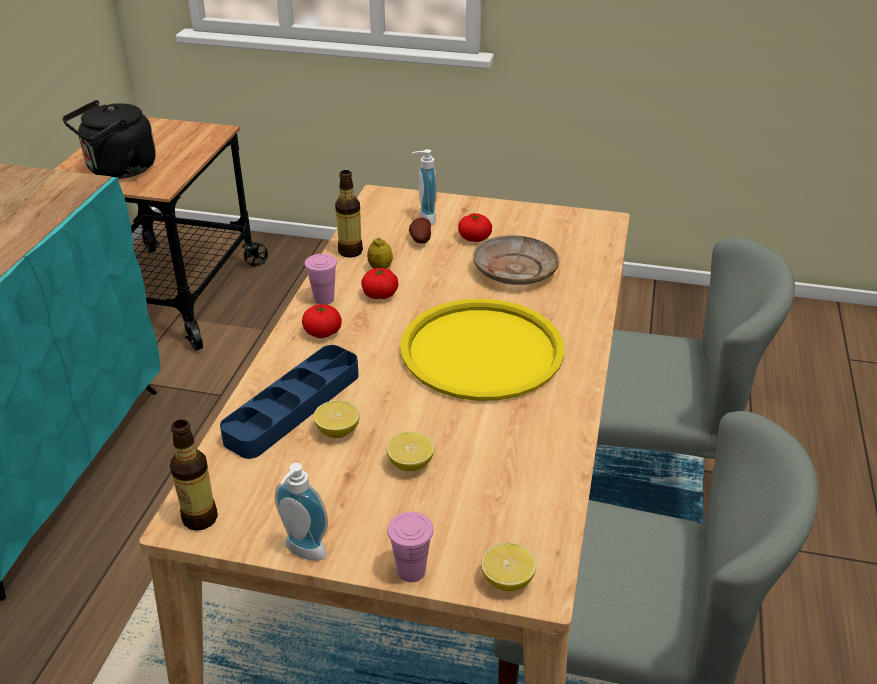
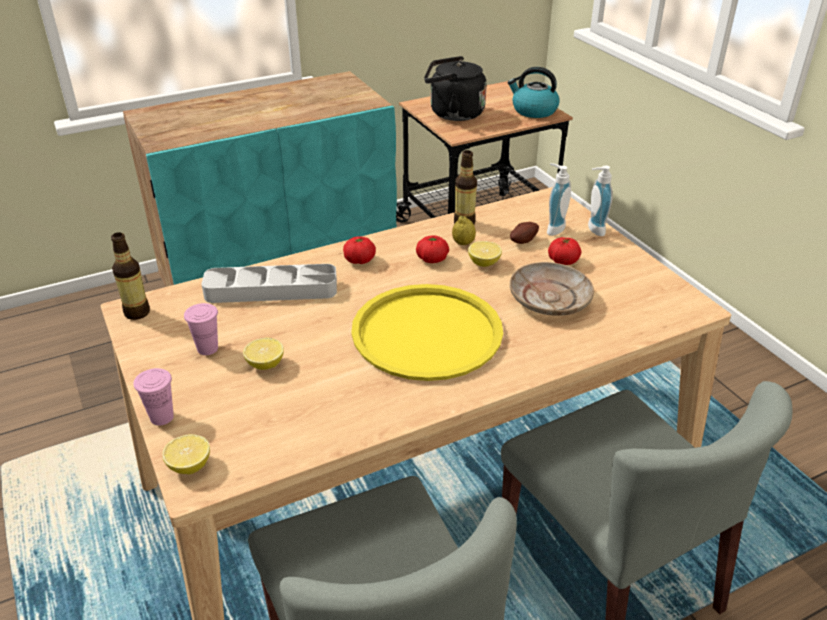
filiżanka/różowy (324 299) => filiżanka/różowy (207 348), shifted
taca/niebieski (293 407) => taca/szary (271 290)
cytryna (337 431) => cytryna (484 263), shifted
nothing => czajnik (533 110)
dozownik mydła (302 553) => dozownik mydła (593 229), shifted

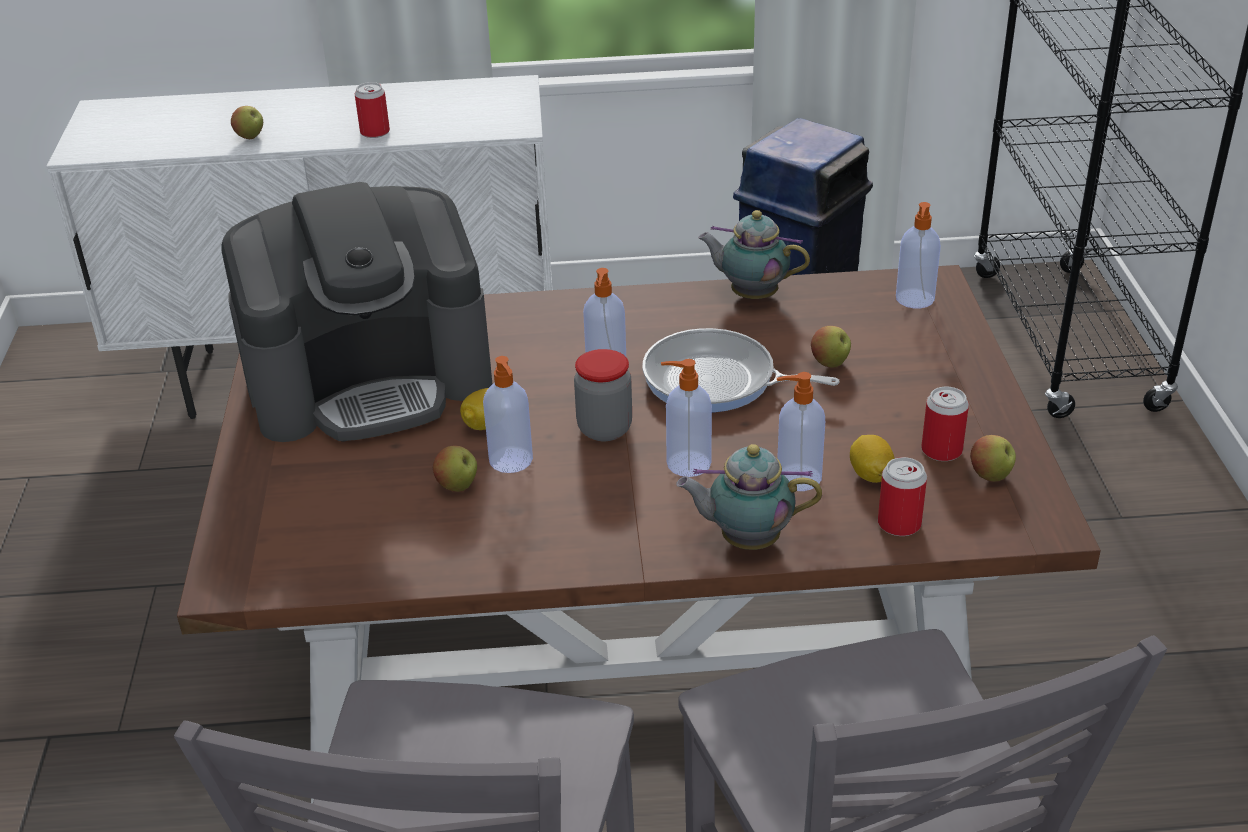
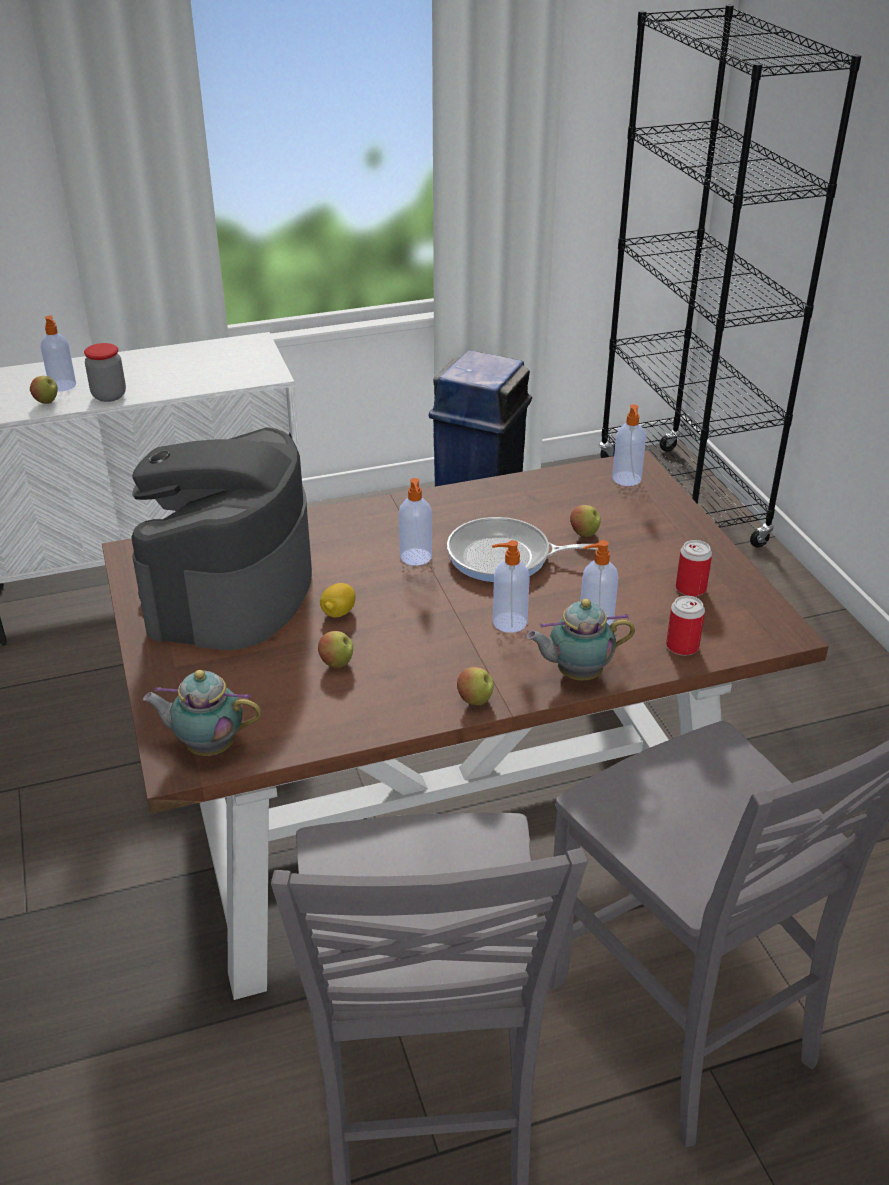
dozownik mydła (511 461) => dozownik mydła (63 386), shifted
słoik (604 429) => słoik (109 395), shifted
ekspres do kawy (370 380) => ekspres do kawy (229 589), 135 degrees clockwise
imbryk (751 295) => imbryk (207 746), shifted
jabłko (990 476) => jabłko (475 700), shifted
puszka (375 132) => nothing
cytryna (870 475) => nothing

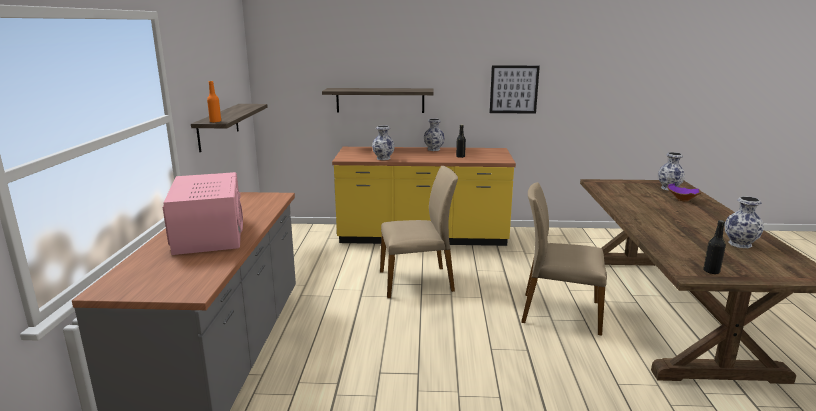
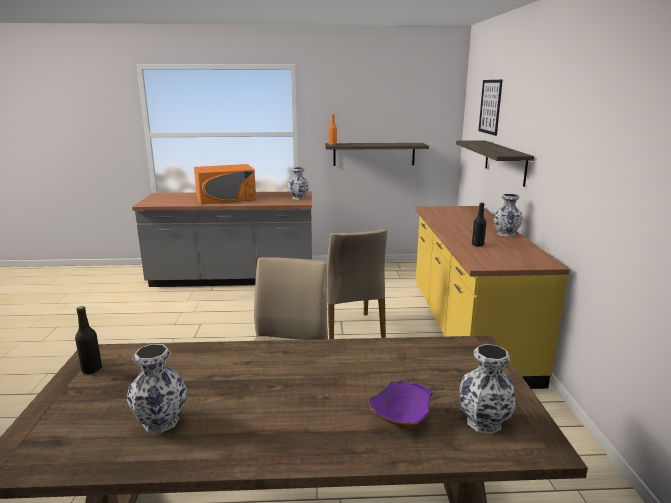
mikrofalówka/różowy (209 234) => mikrofalówka/pomarańczowy (226 198)
wazon (383 158) => wazon (298 198), shifted
obraz (514 89) => obraz (490 107), shifted

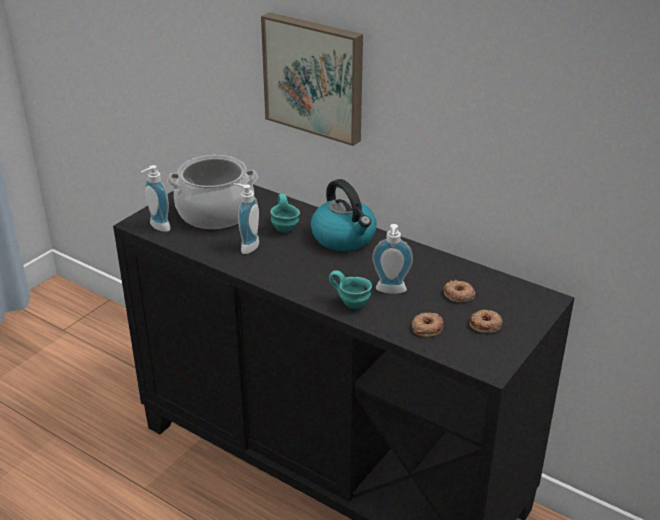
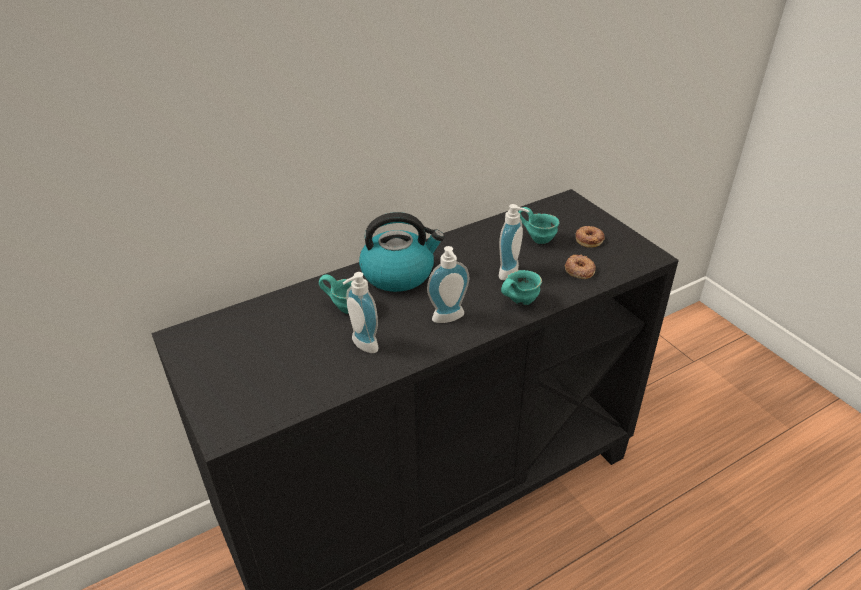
dozownik mydła (157 227) => dozownik mydła (449 319), shifted
donut (458 294) => kubek/turkusowy (538 239)
garnek (215 213) => nothing
obraz (315 77) => nothing

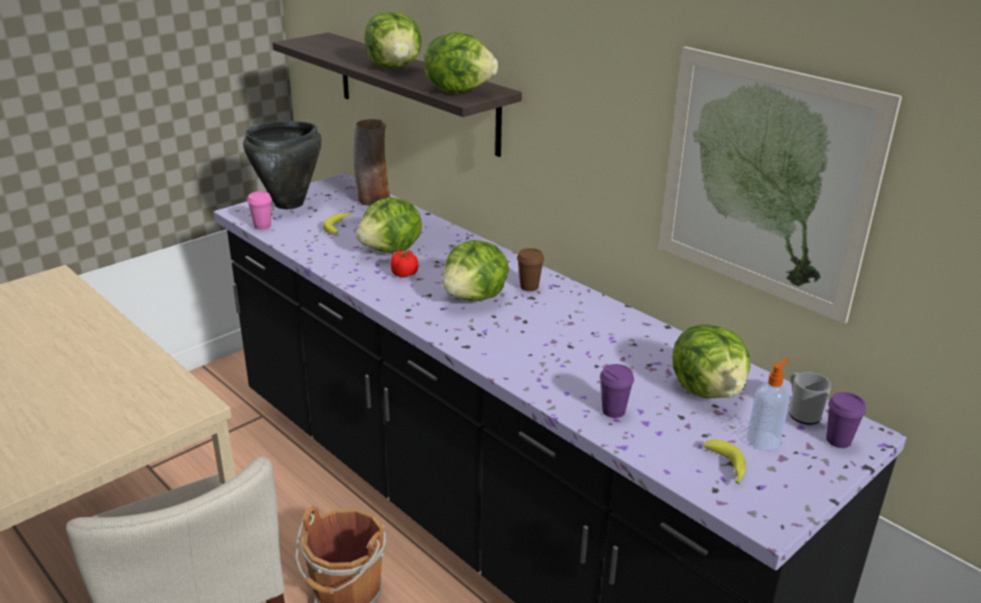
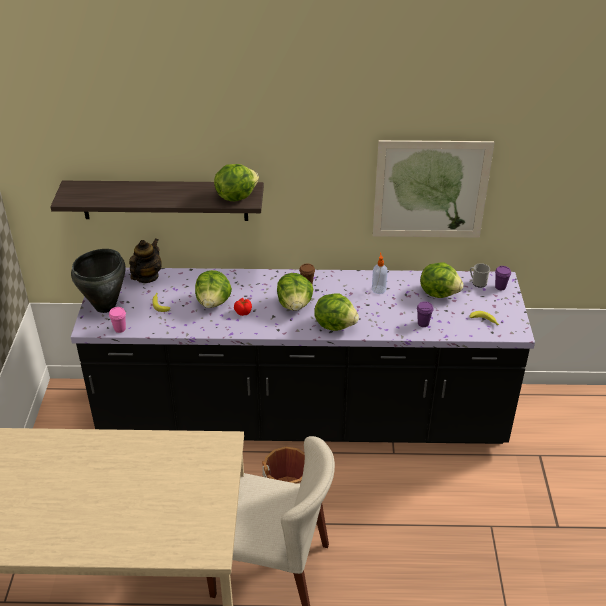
wazon (373 200) => imbryk (147 277)
sałata (395 67) => sałata (335 324), shifted
dozownik mydła (764 440) => dozownik mydła (378 289), shifted

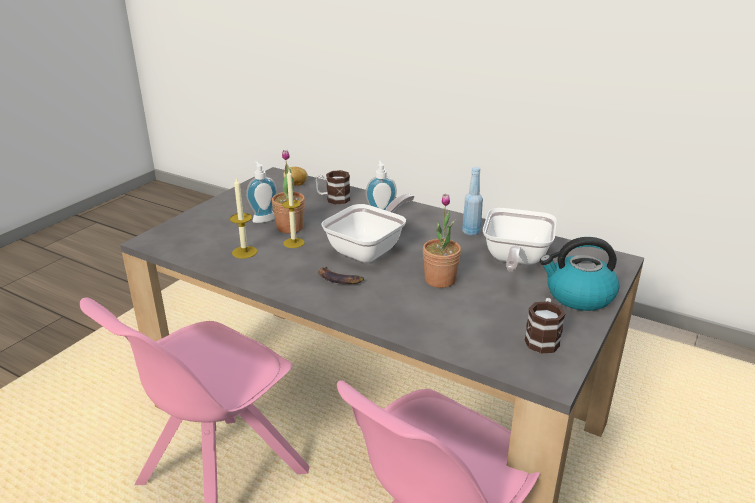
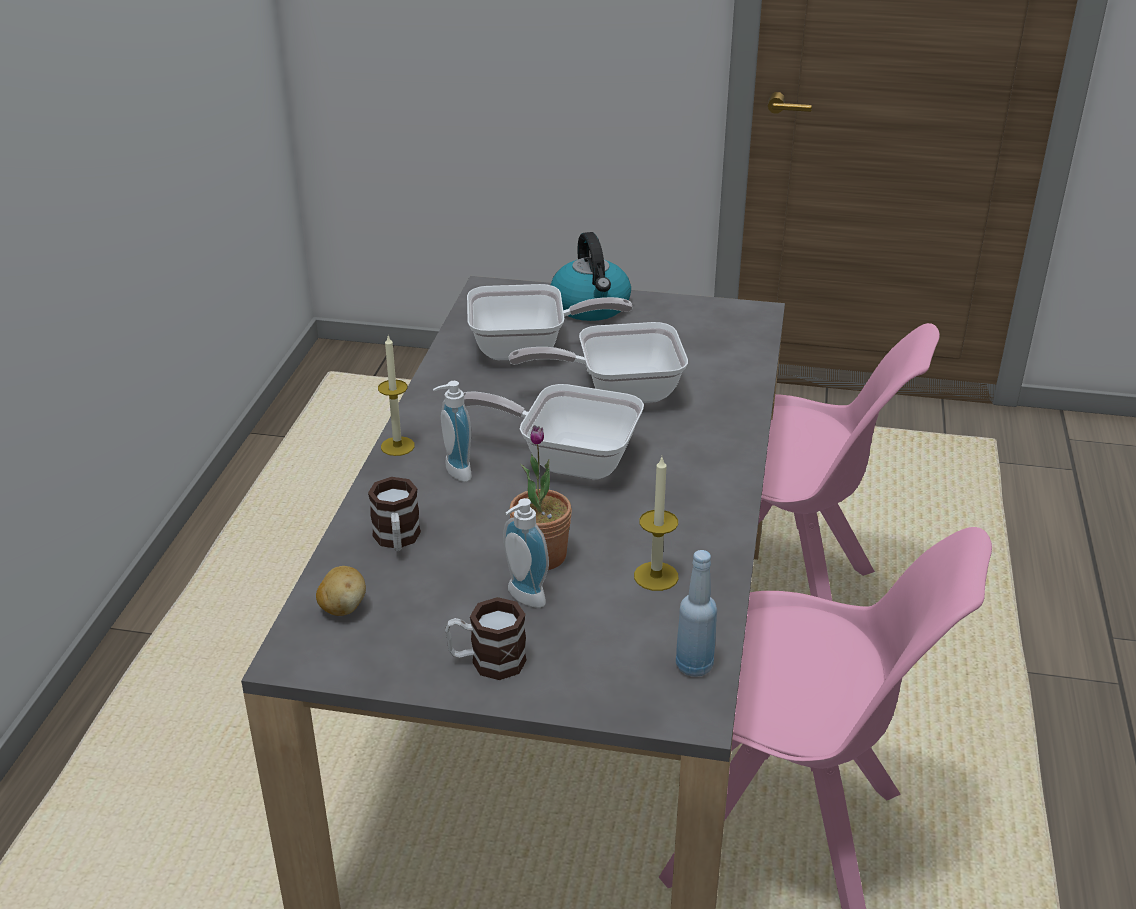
świeca (294 243) => świeca (397 446), shifted
kubek (542 338) => kubek (487 661), shifted
roślina doniczkowa (440 280) => patelnia (617 391)
butelka/niebieski (471 232) => butelka/niebieski (694 666), shifted
banan (339 279) => nothing

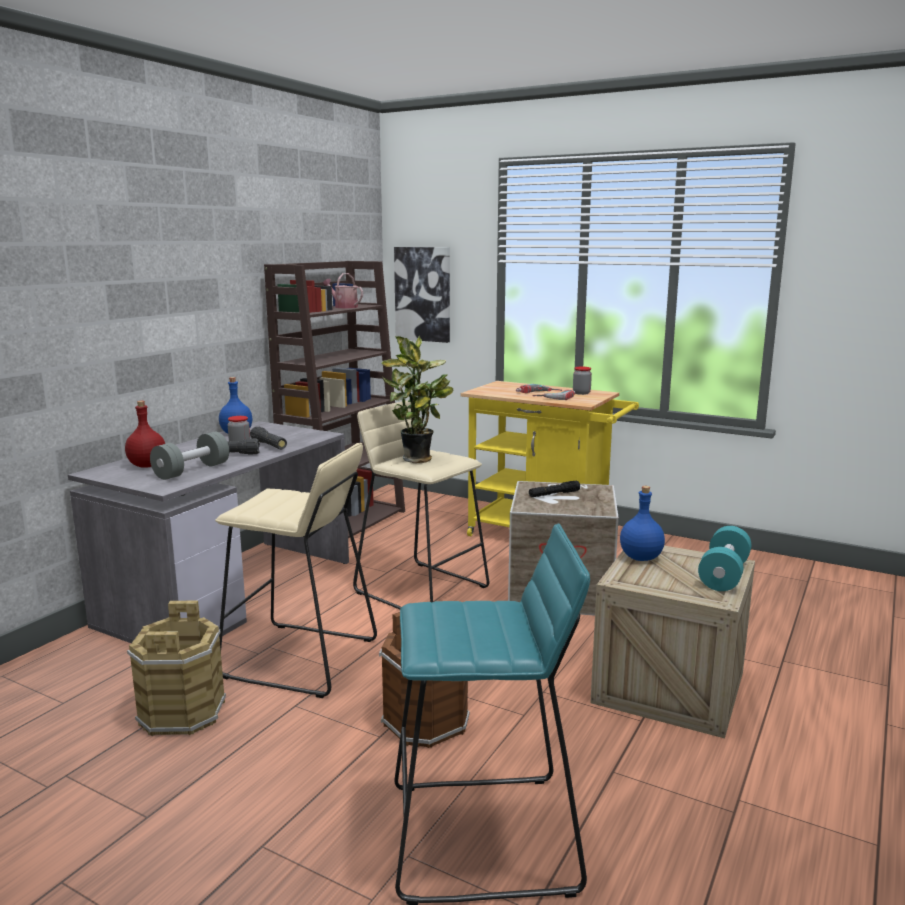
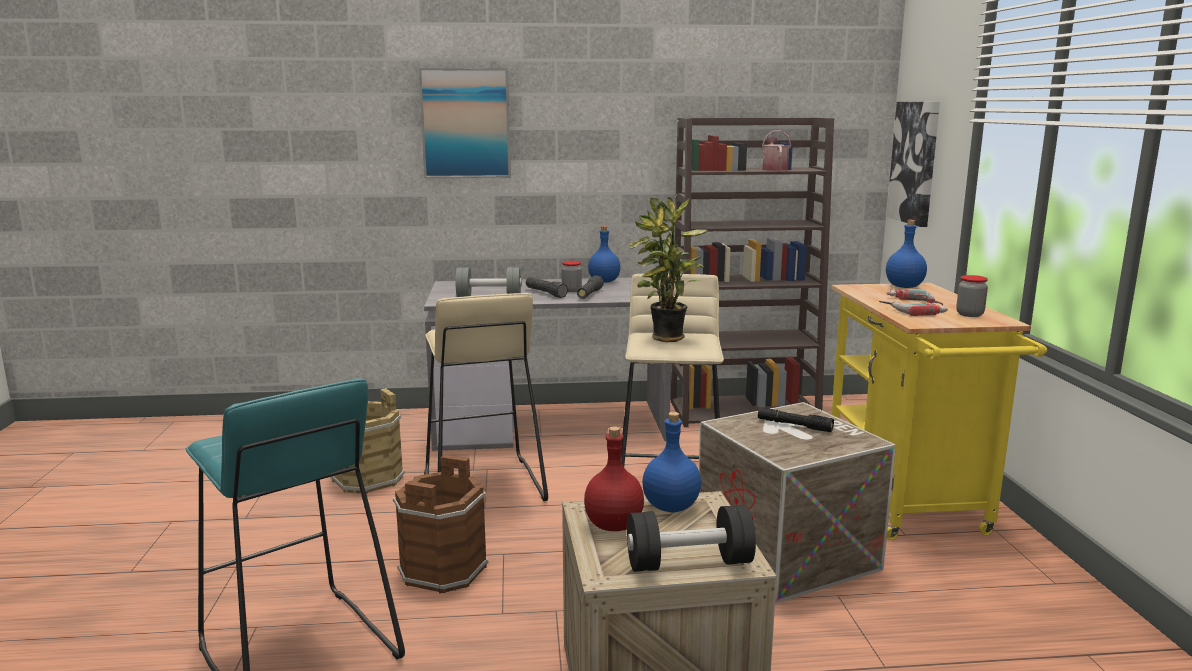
nothing => obraz (465 123)
butelka/czerwony (147 466) => butelka/czerwony (613 526), shifted
hantel/turkusowy (723 575) => hantel/czarny (688 563)
nothing => butelka/niebieski (905 287)

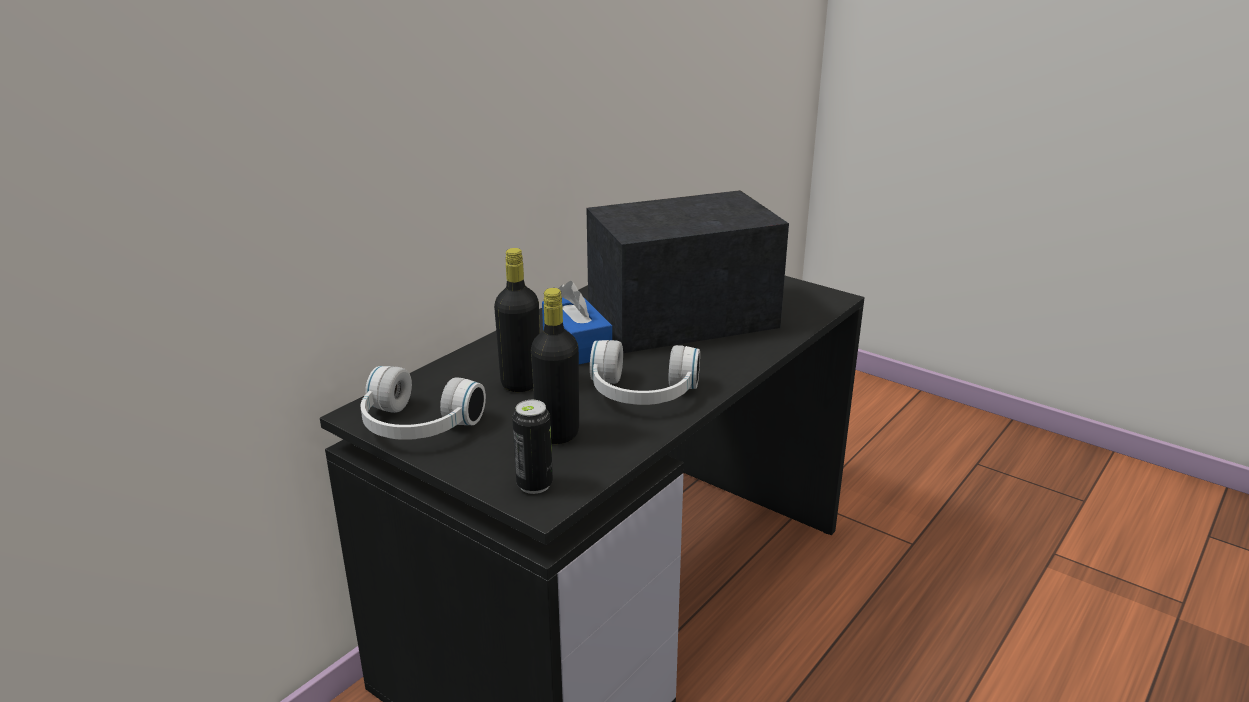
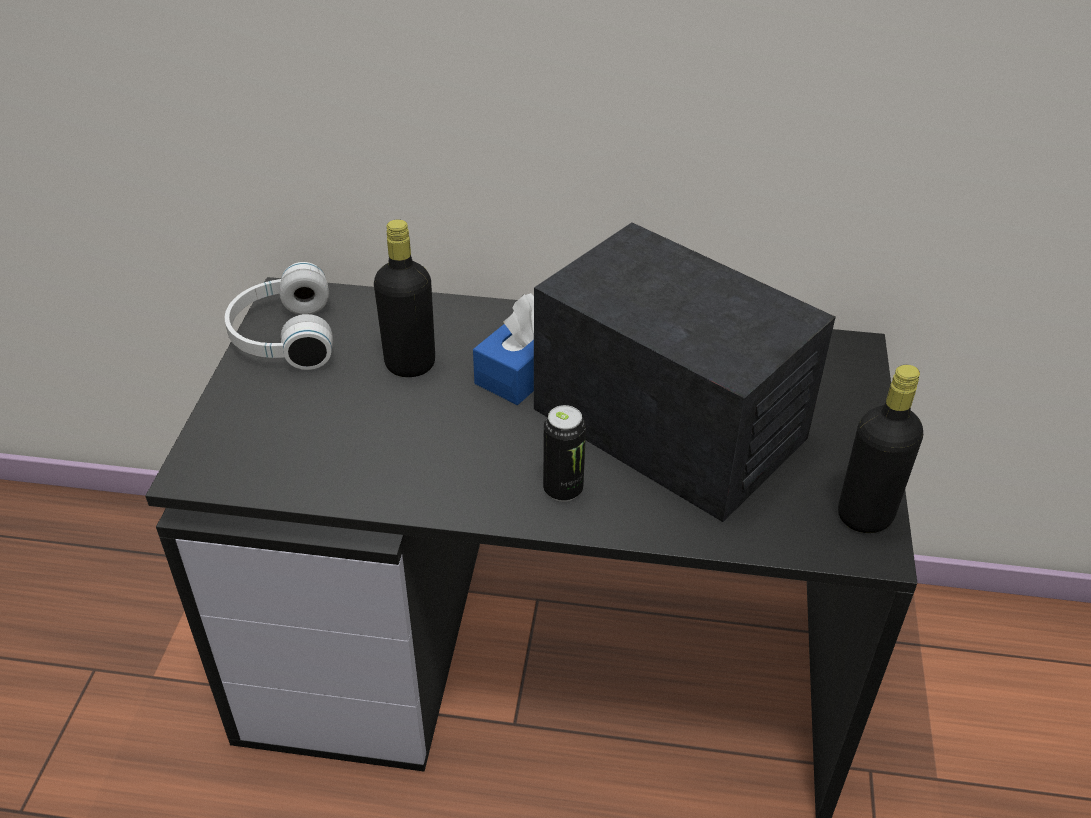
puszka (534 485) => puszka (563 490), shifted
butelka/czarny (557 433) => butelka/czarny (865 516), shifted
słuchawki/biały (641 395) => nothing

